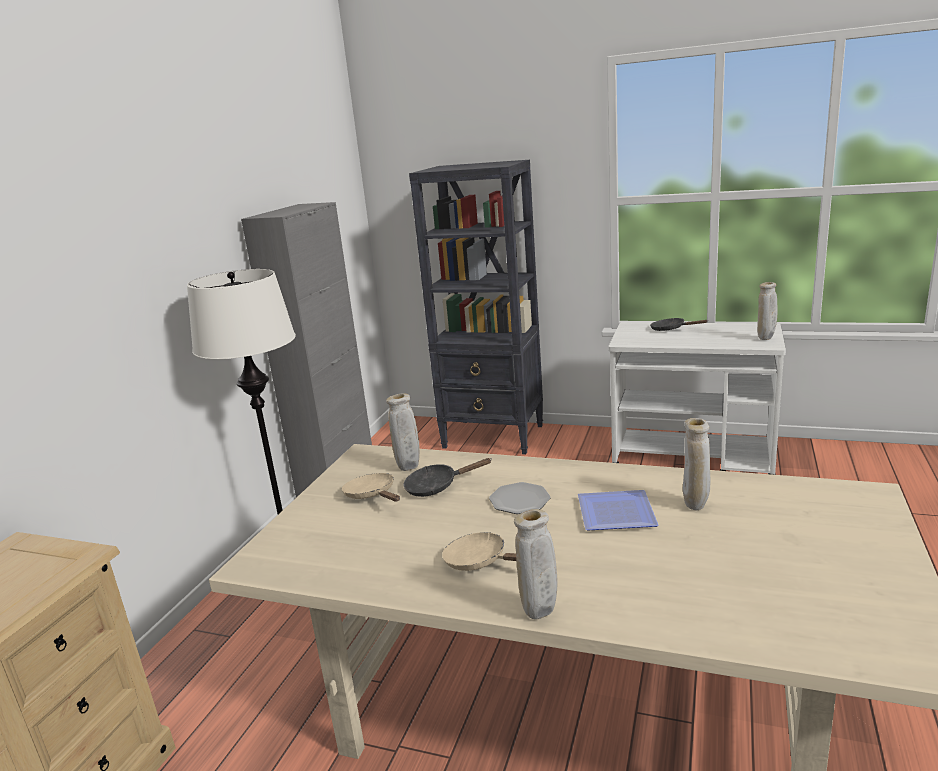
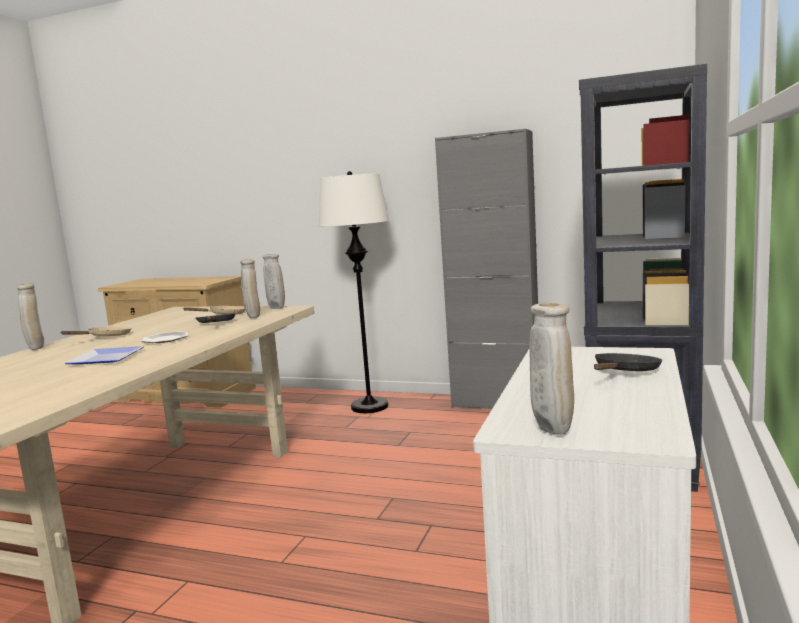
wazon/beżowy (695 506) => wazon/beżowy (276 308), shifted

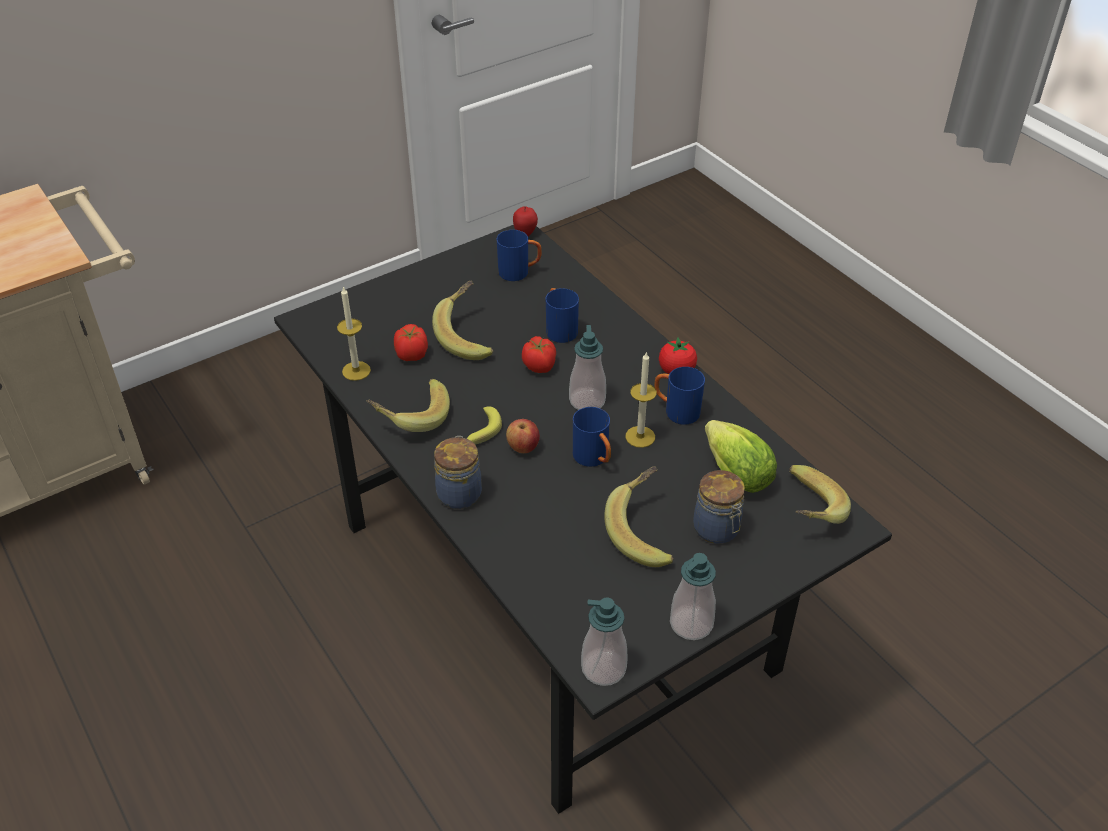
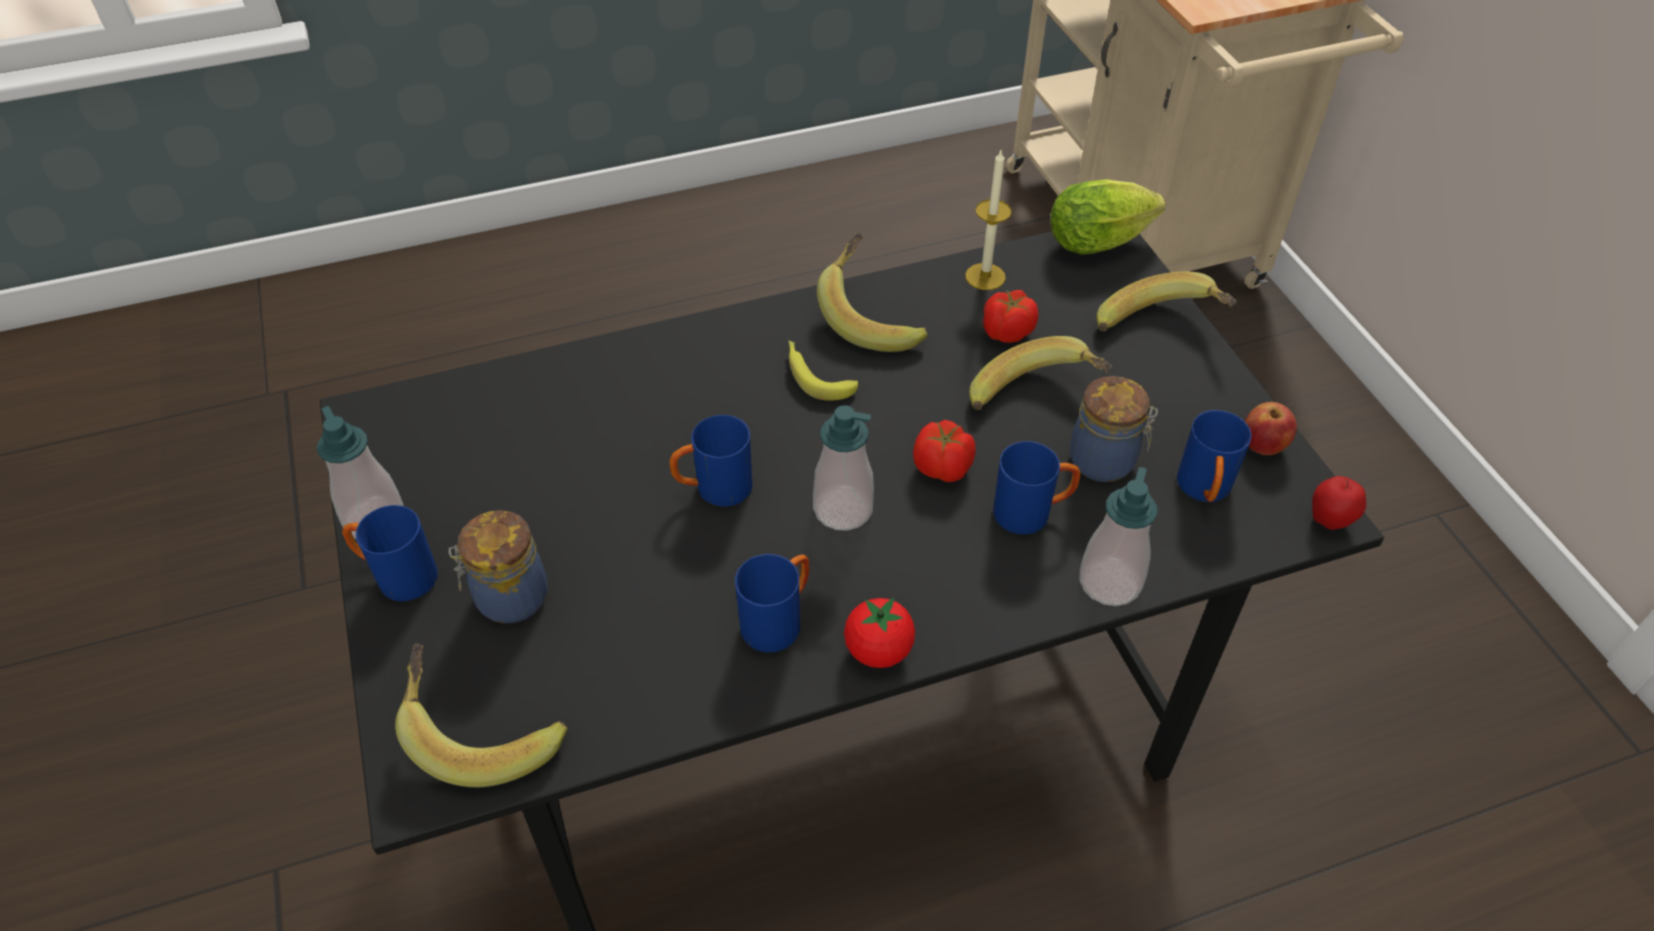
nothing => kubek/niebieski (397 576)
sałata (733 471) => sałata (1103 241), shifted
słoik (459 492) => słoik (1105 461), shifted
dozownik mydła (603 668) => dozownik mydła (1110 582), shifted
banan (646 531) => banan (1161 330), shifted
jabłko (523 447) => jabłko (1263 446), shifted
świeca (640 436) => nothing

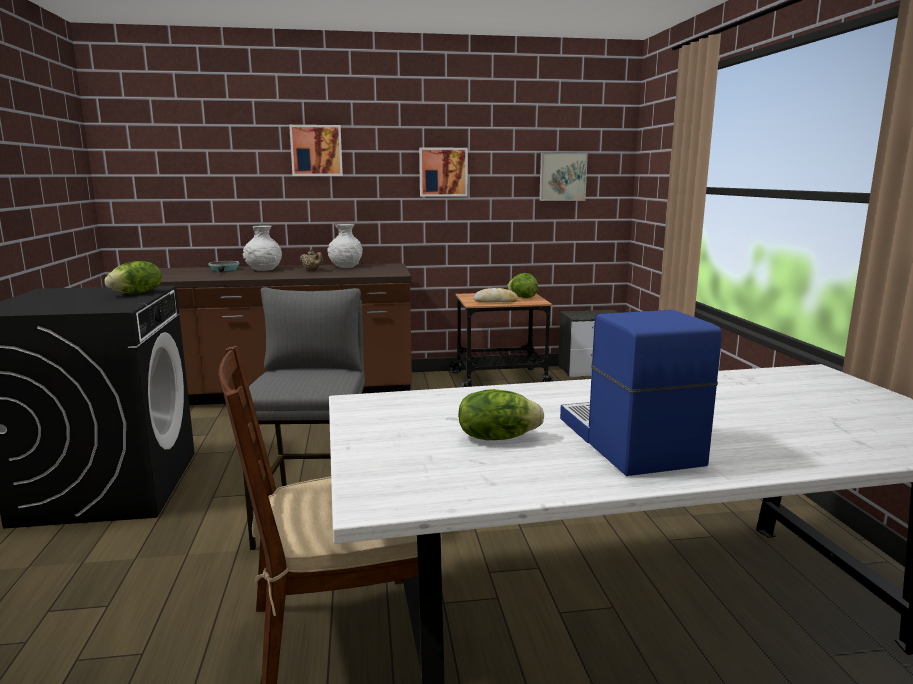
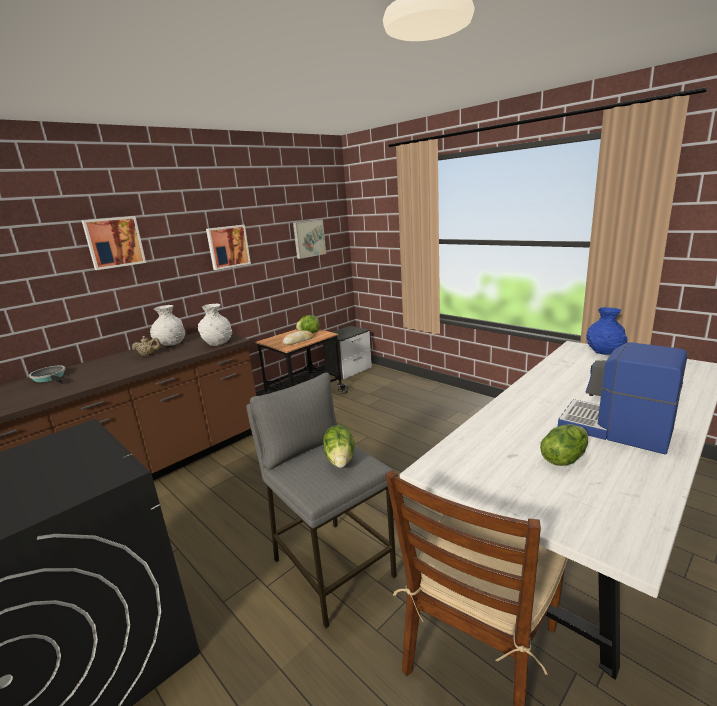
wazon/biały (264 269) => wazon/biały (218 343), shifted
sałata (137 293) => sałata (341 459), shifted
nothing => wazon/niebieski (604 352)

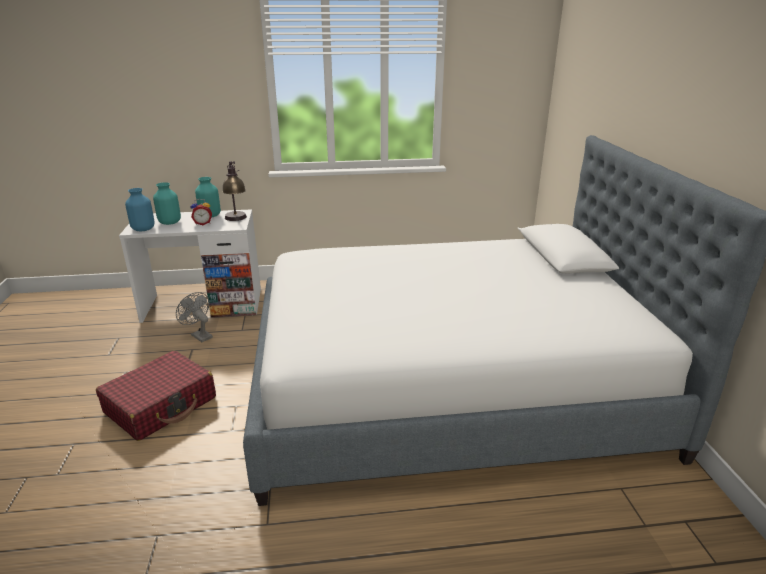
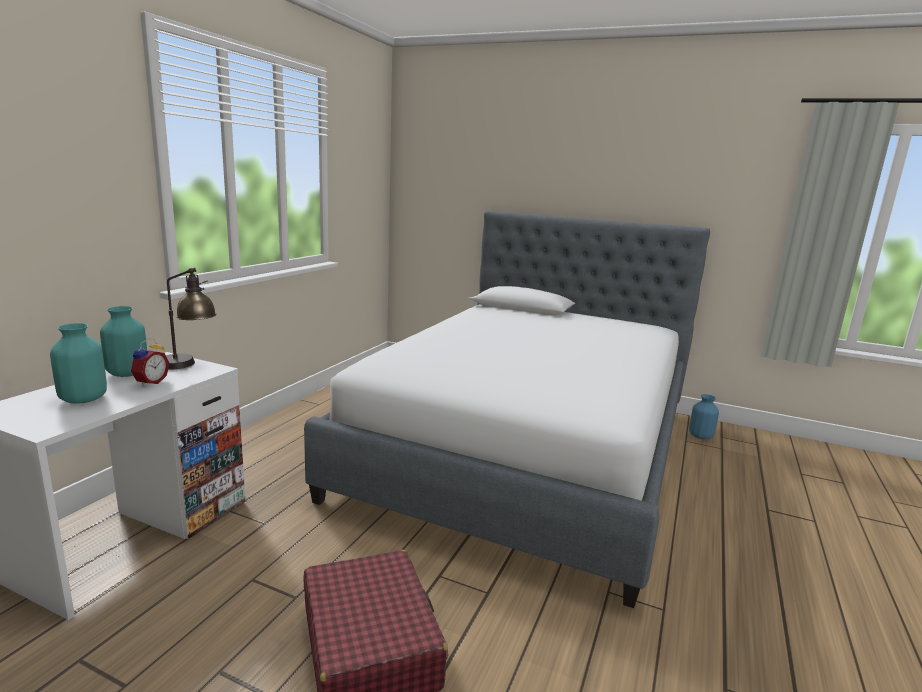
wazon/niebieski (143 229) => wazon/niebieski (700 436), shifted
wentylator/szary (199 335) => nothing

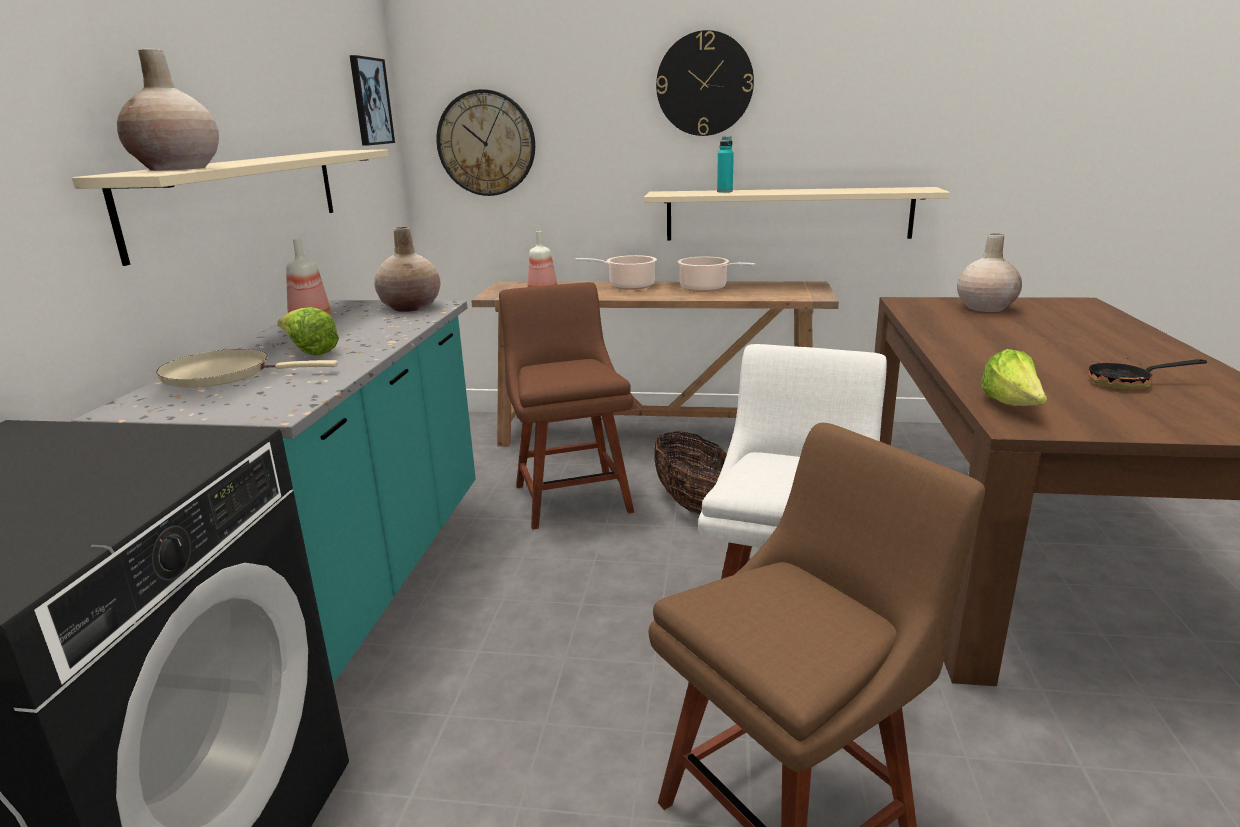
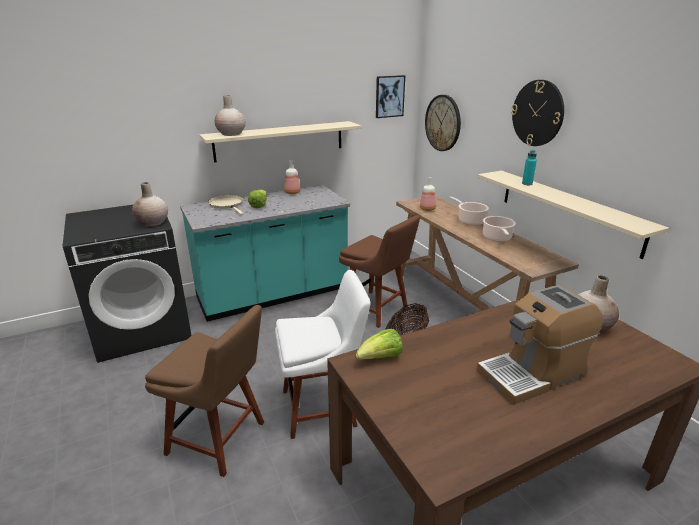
wazon/beżowy (411 307) => wazon/beżowy (153 222), shifted
krzesło/brązowy (571 495) => krzesło/brązowy (377 310), 90 degrees clockwise
nothing => ekspres do kawy (532 373)
patelnia (1128 383) => nothing

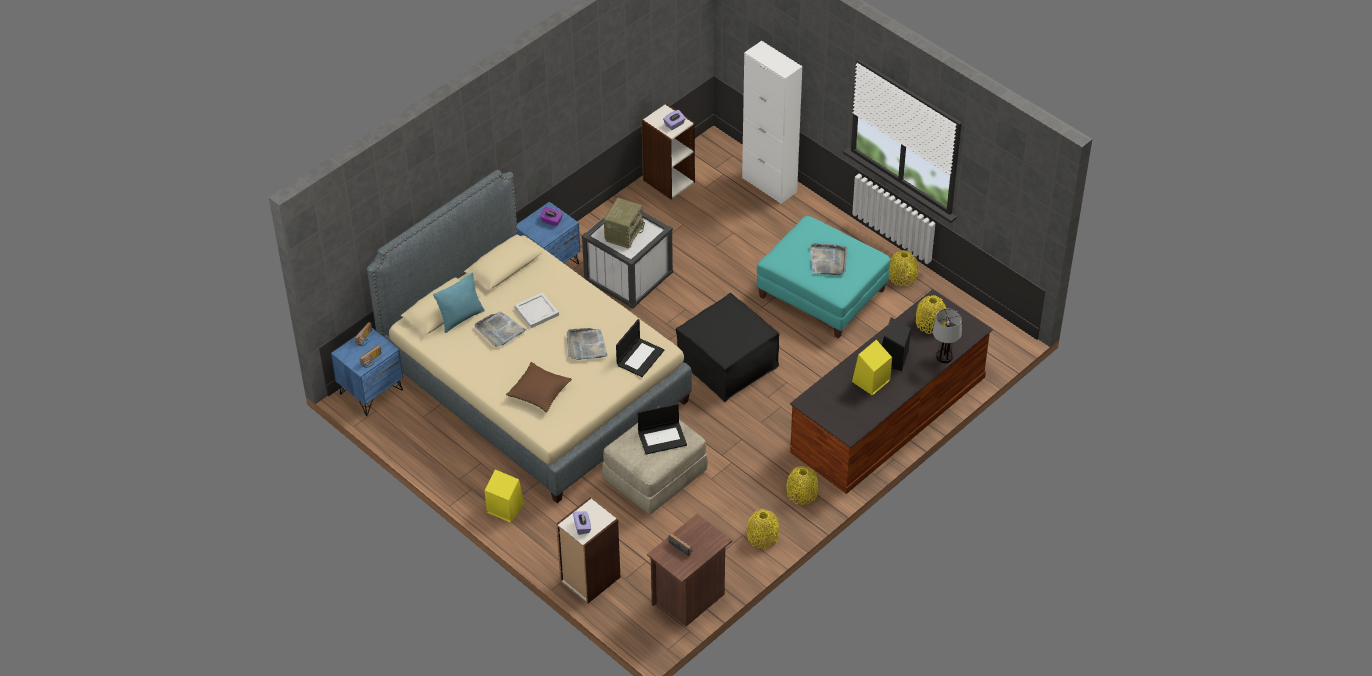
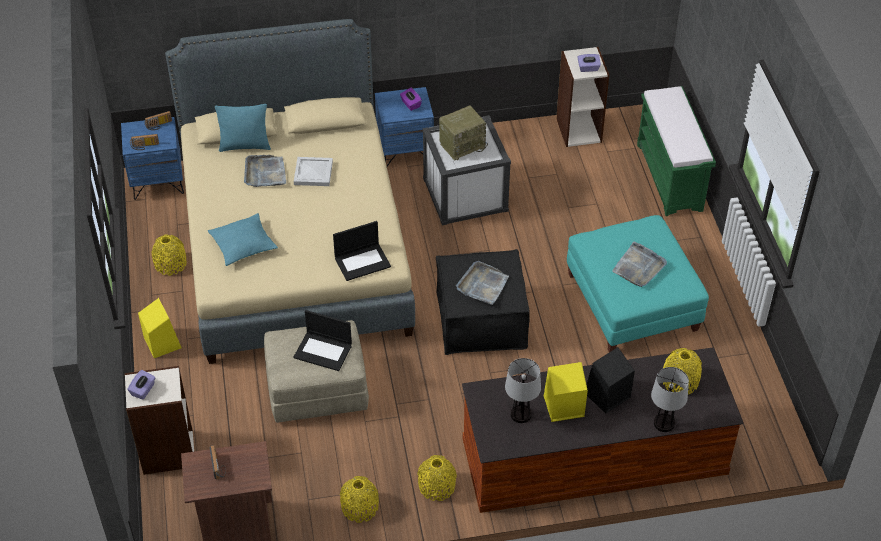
wazon/żółty (902 276) => wazon/żółty (170 264), shifted
poduszka/brązowy (539 392) => poduszka/turkusowy (243 245)
taca/szary (586 346) => taca/szary (482 285), shifted
nothing => lampa stołowa (521 415)
szafka/biały (769 185) => ławka/zielony (670 177)

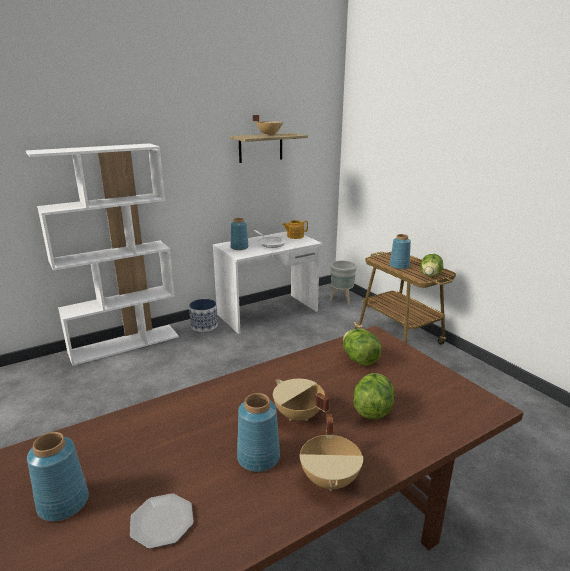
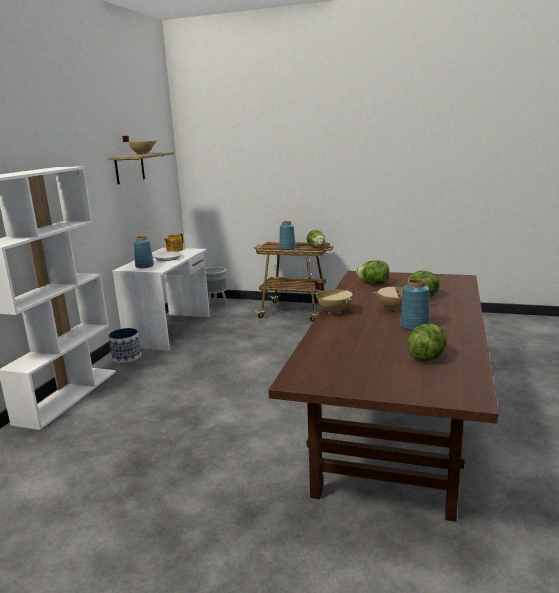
garnek/beżowy (331 479) => garnek/beżowy (334 311), shifted
talerz (161 521) => sałata (426 357)
wazon/niebieski (63 502) => nothing

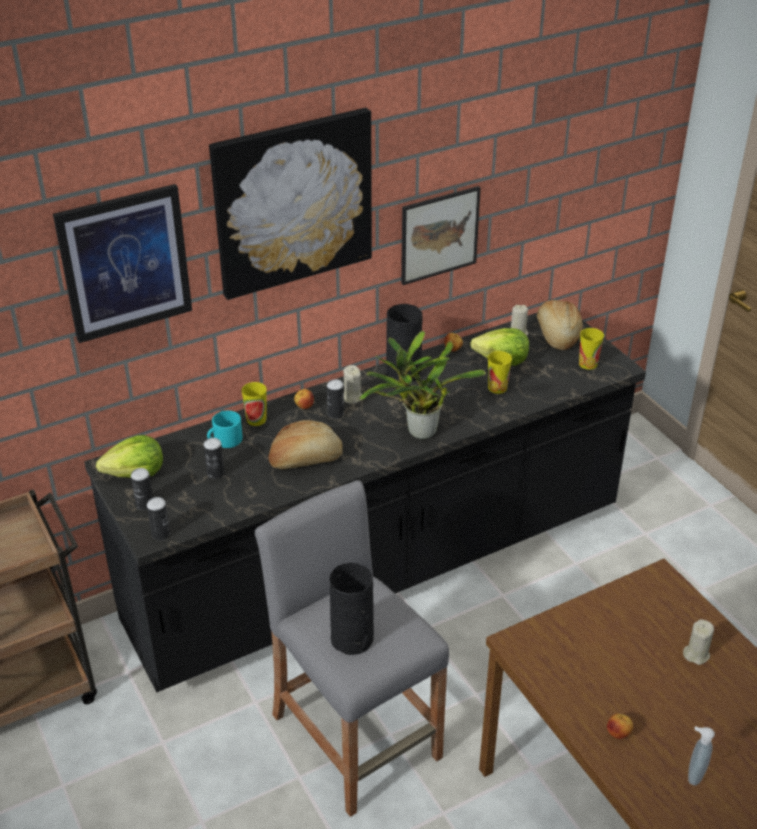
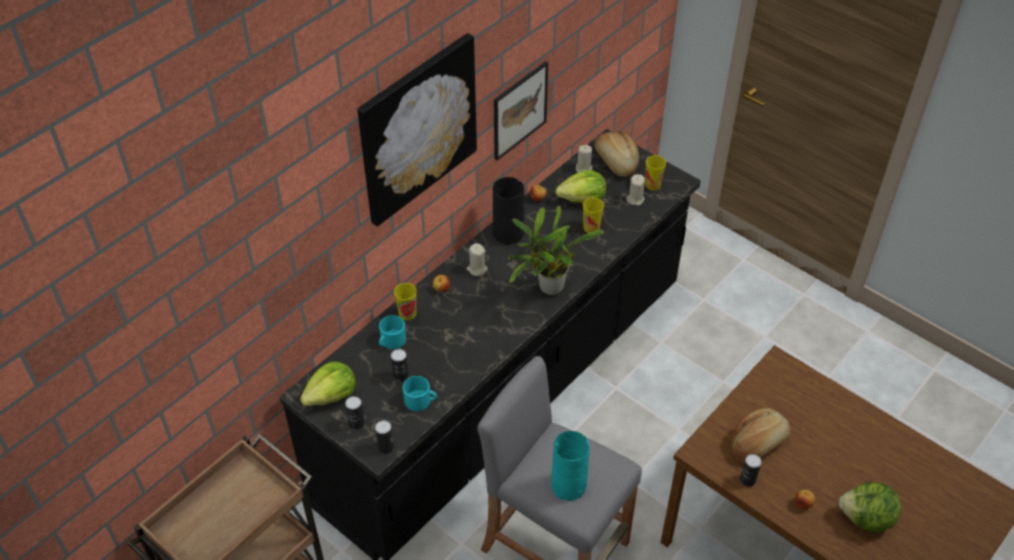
nothing => kubek/turkusowy (421 401)
wazon/czarny (352 640) => wazon/turkusowy (568 487)
świeca/beżowy (696 654) => świeca/beżowy (635 199), shifted
chleb (305 459) => chleb (758 443), shifted
puszka (335 414) => puszka (747 480), shifted
dozownik mydła (693 774) => sałata (866 519)
obraz (125 263) => nothing

